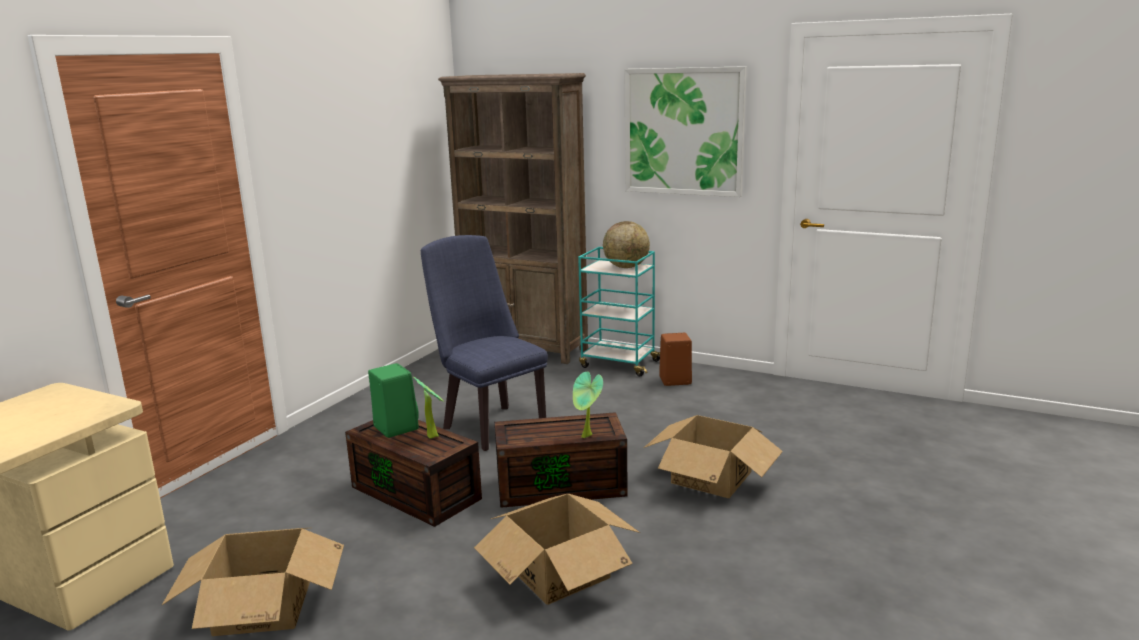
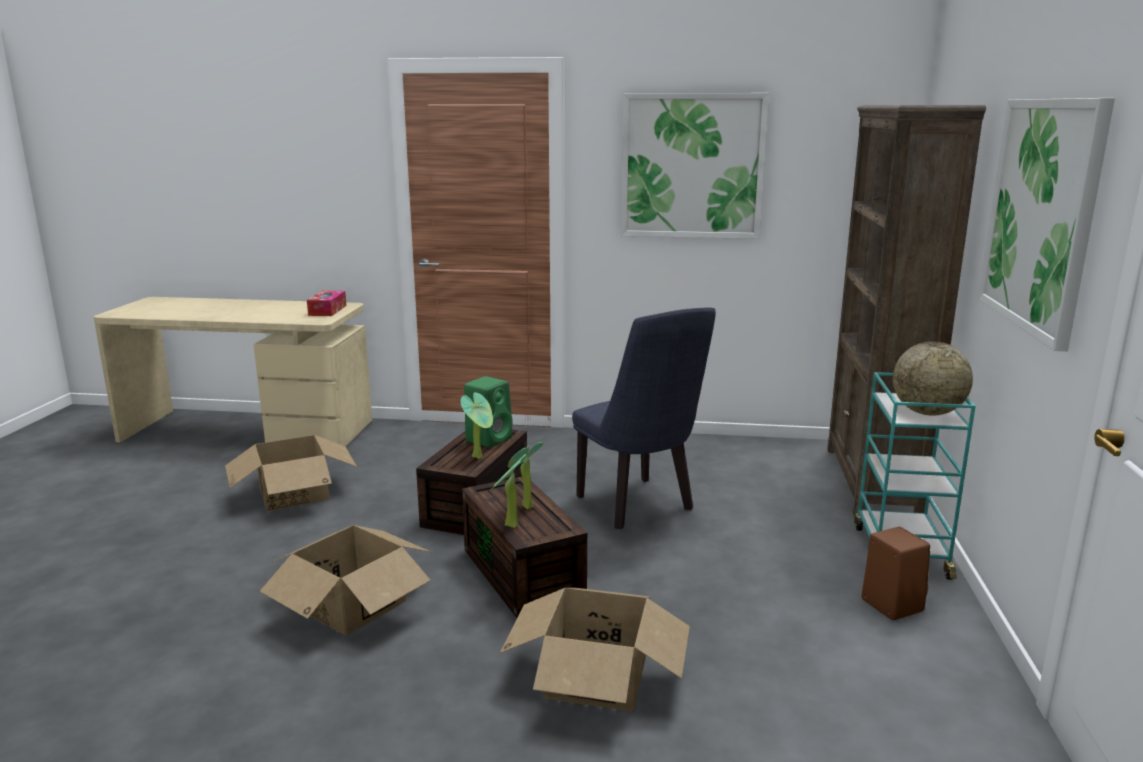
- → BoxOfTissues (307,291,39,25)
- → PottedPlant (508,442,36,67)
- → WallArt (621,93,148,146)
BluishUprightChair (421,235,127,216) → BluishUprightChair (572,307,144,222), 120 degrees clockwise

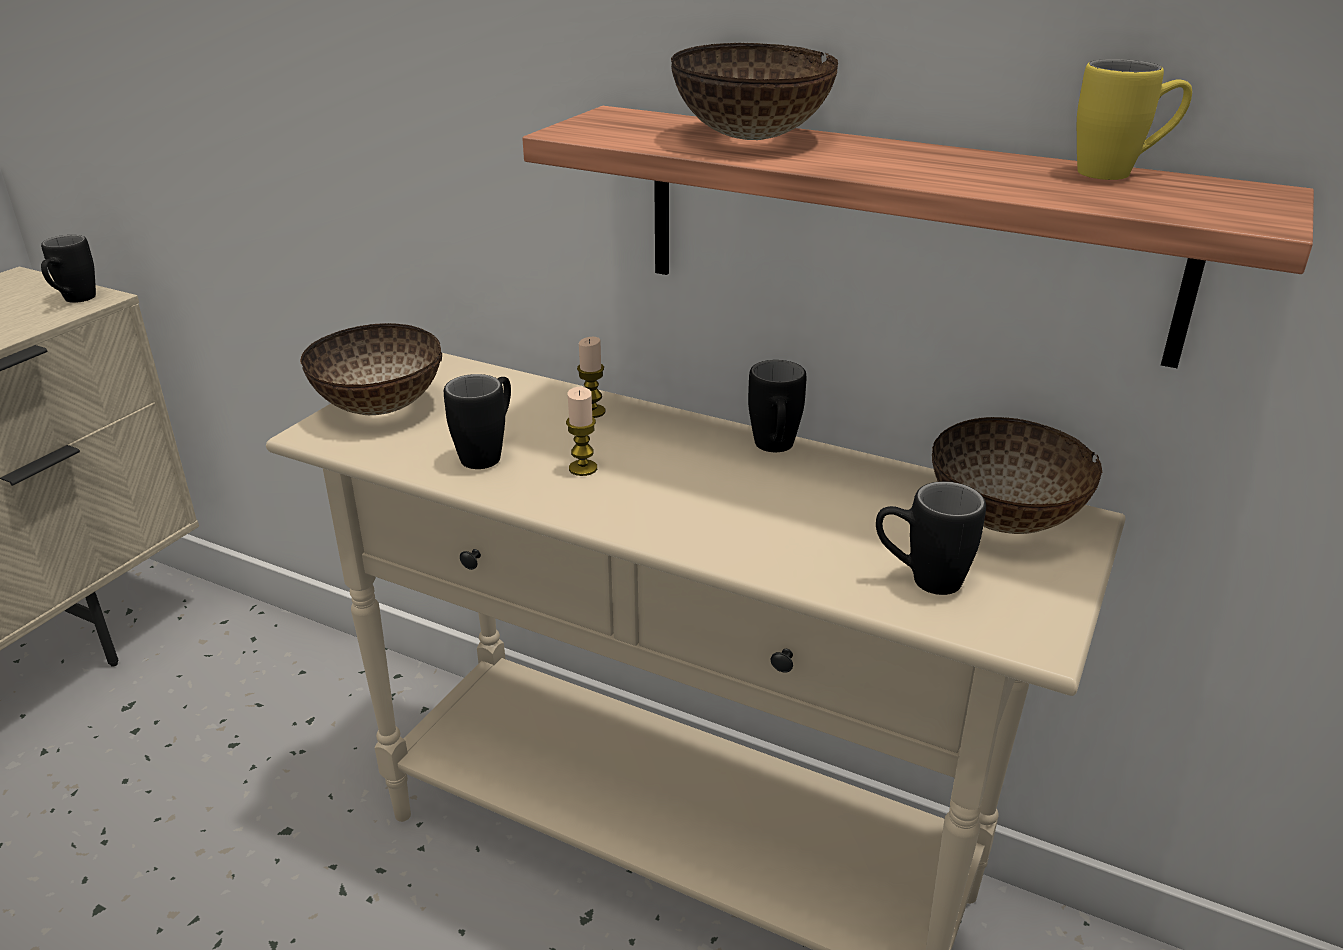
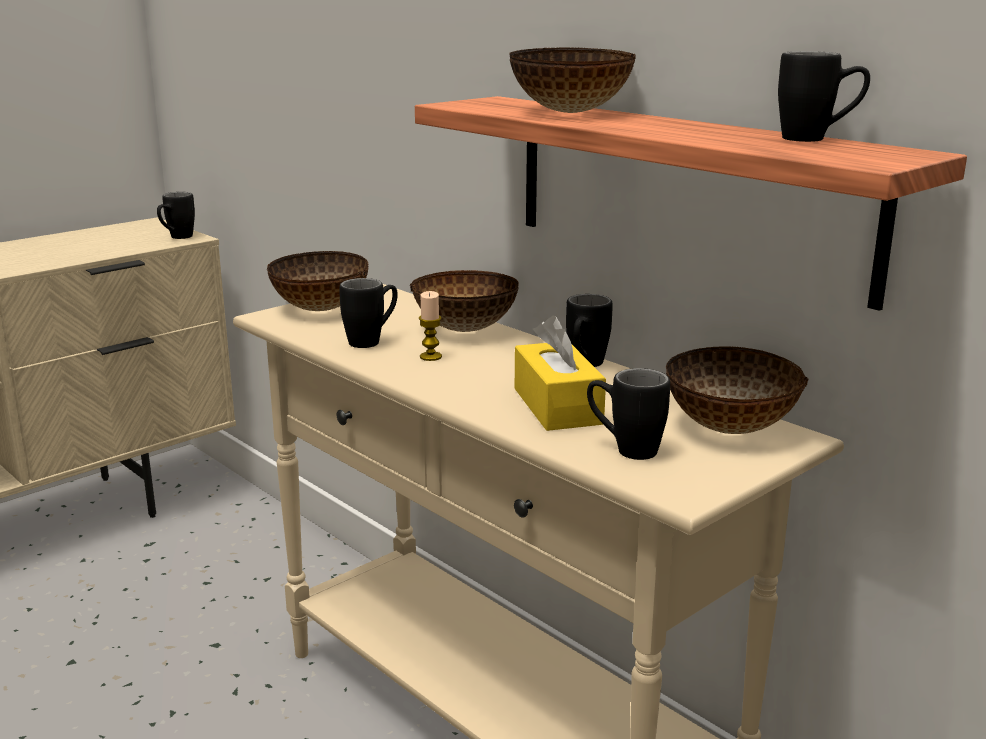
- → YellowColouredBoxOfTissues (515,316,91,115)
Candle (577,337,29,81) → Bowl (409,270,110,62)
YellowColouredCoffeeMug (1077,59,115,121) → BlackCoffeeMug (778,51,92,91)

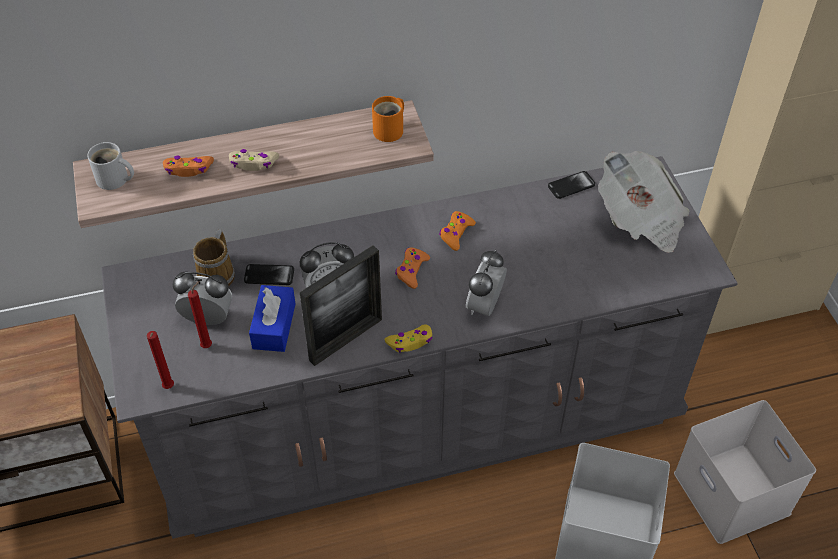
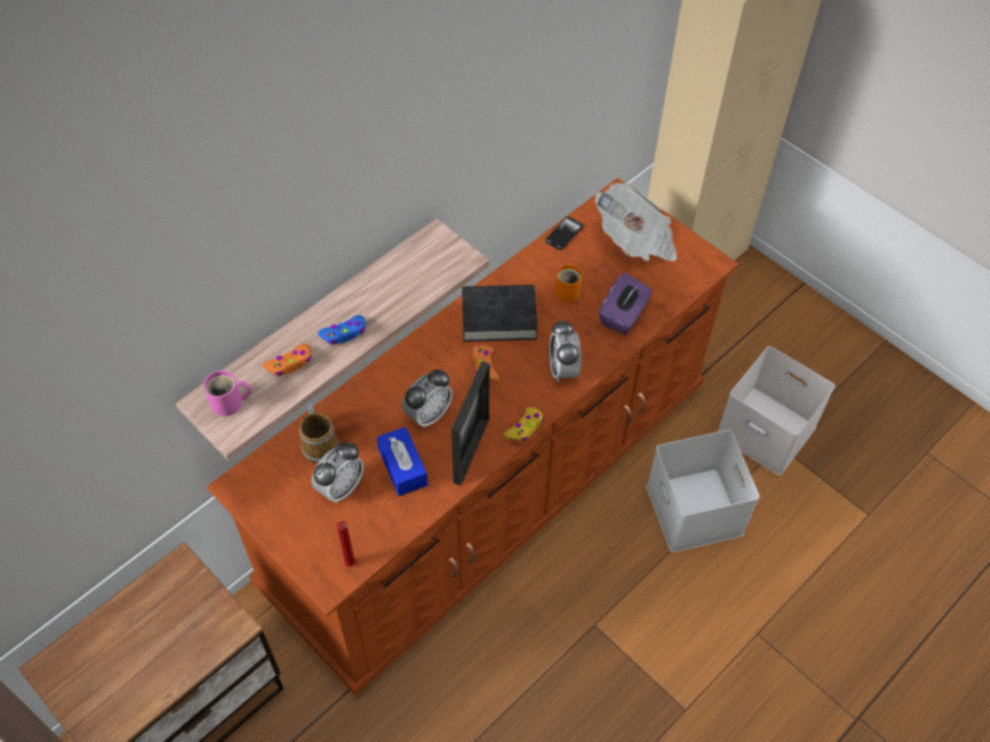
RedCandle (188,281,24,67) → -
Phone (244,264,50,21) → -
- → PurpleColouredBoxOfTissues (599,273,53,62)
OrangeyCoffeeMug (372,96,32,46) → OrangeyCoffeeMug (555,263,27,39), moved
OrangeyGameController (439,211,37,40) → BlackBoundBook (462,285,76,57)
WhiteCoffeeMug (87,142,47,48) → PinkColouredCoffeeMug (204,371,47,45)
GreyishChestOfDrawers (101,156,637,383) → BrownishChestOfDrawers (207,178,532,517)
SandColouredGameController (229,149,50,22) → BluishGameController (318,315,48,30)
AlarmClock (173,271,59,54) → AlarmClock (311,442,53,61), 150 degrees clockwise

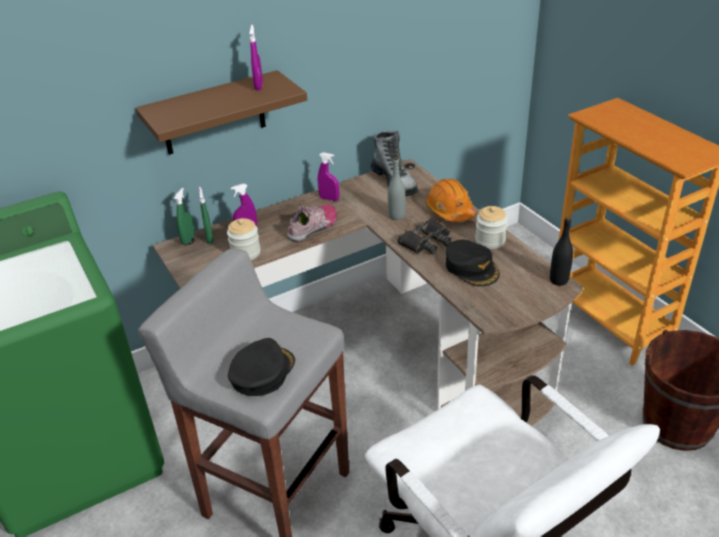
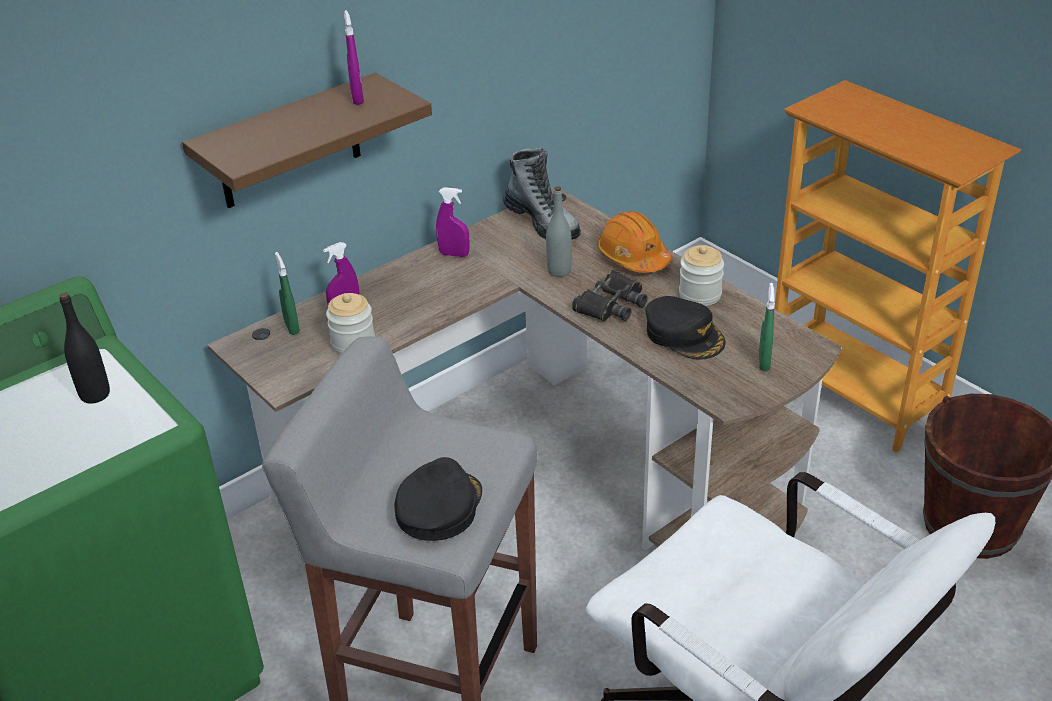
ItemOfFootwear (287,204,50,37) → -
GreenHandSprayer (174,188,21,57) → GreenHandSprayer (759,283,16,88), moved
BlackBeverageBottle (550,217,23,69) → BlackBeverageBottle (60,293,50,110), moved

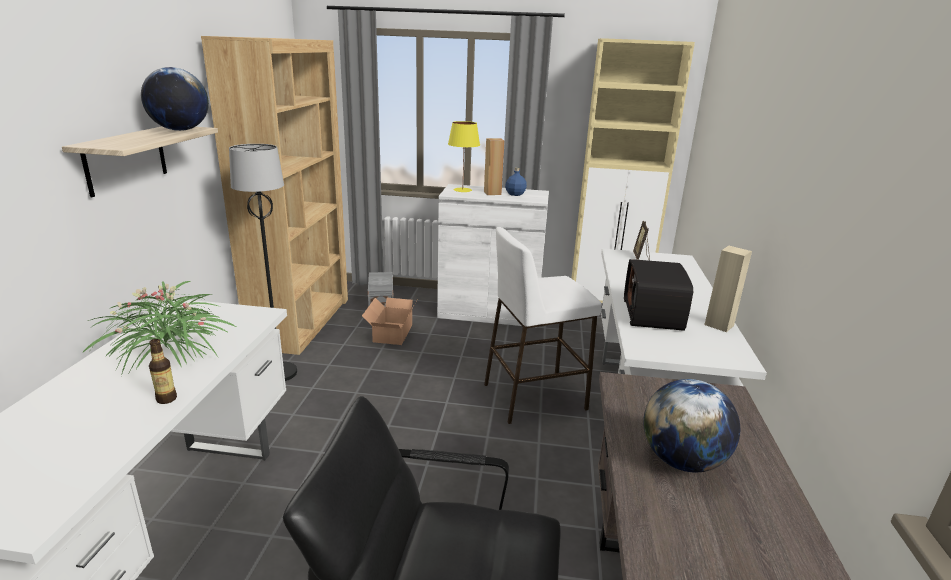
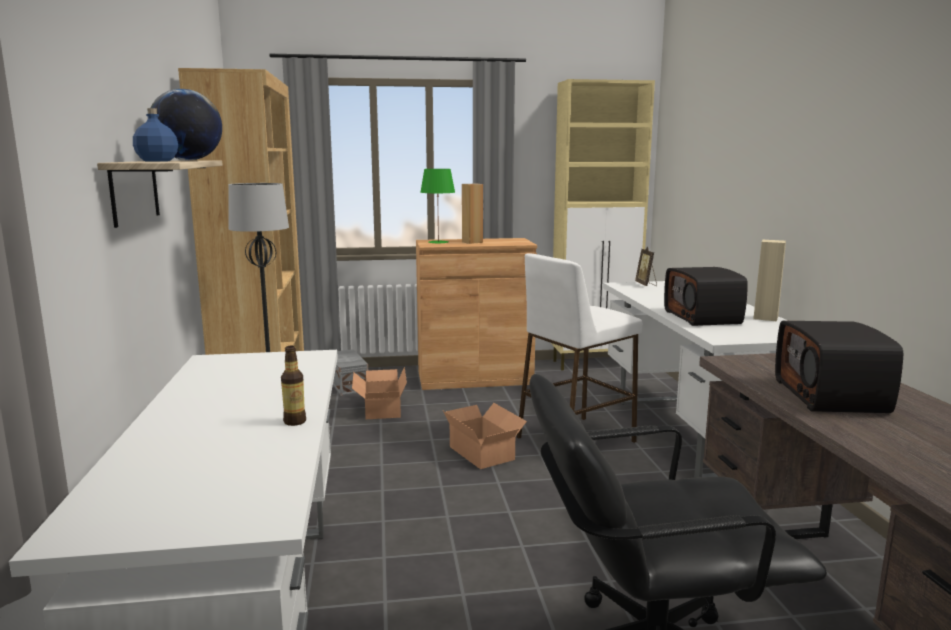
PottedPlant (82,281,154,95) → -
- → PackingBox (443,403,84,66)
BluishBeverageBottle (505,168,22,28) → BluishBeverageBottle (133,108,45,54), moved
WorldGlobe (643,379,97,93) → Radio (775,321,128,92)
WhiteCabinet (437,184,112,142) → BrownishCabinet (416,238,121,152)
YellowColouredTabletopLamp (448,121,32,71) → GreenTabletopLamp (420,169,35,75)

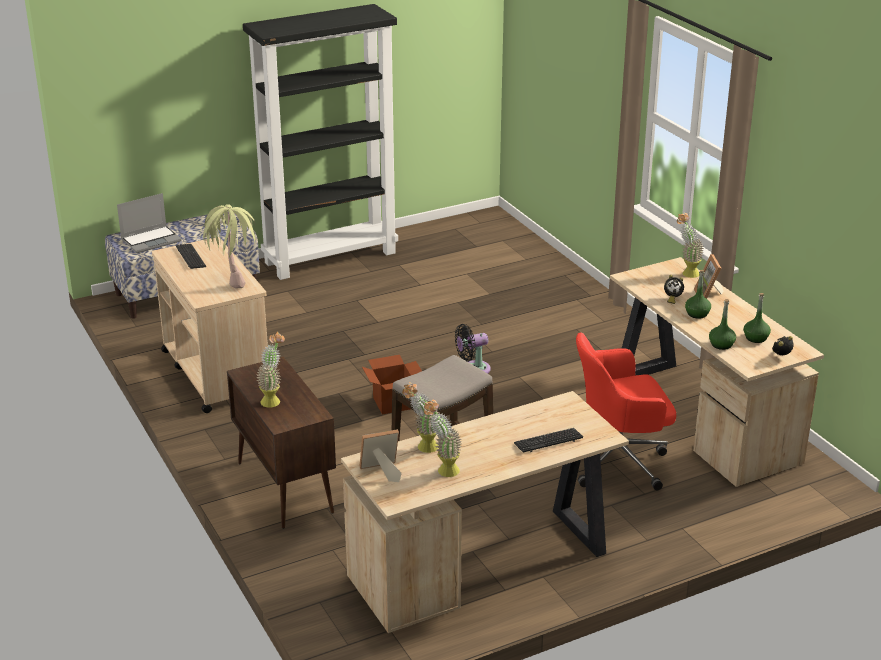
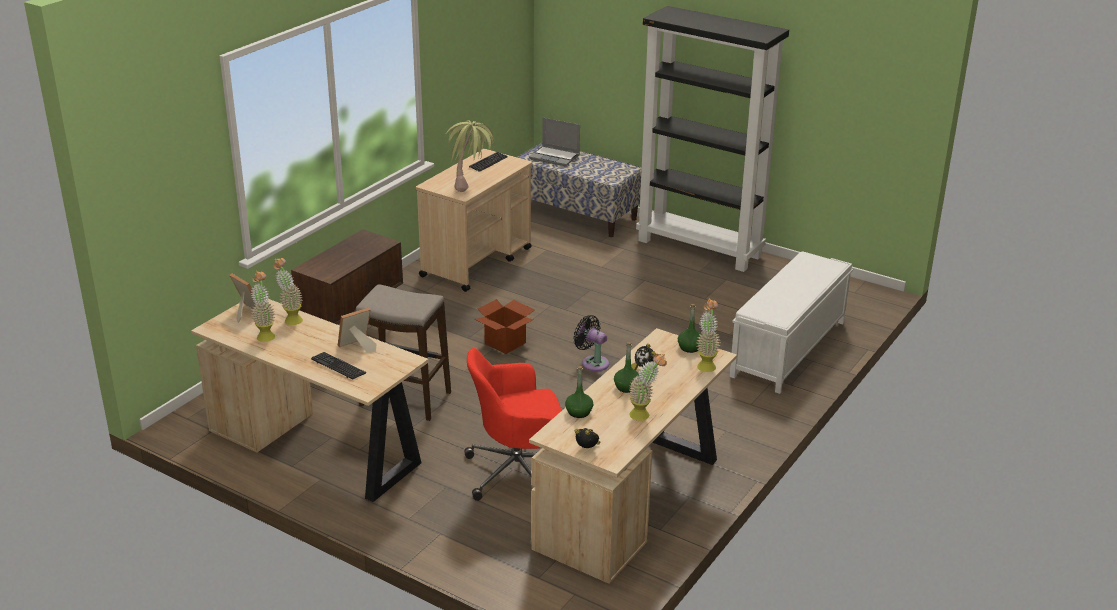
- → WhiteBench (729,251,124,143)
PottedPlant (256,332,29,76) → PottedPlant (629,354,38,67), moved
StandingFrame (694,254,29,45) → StandingFrame (338,307,39,45), moved
GreenBeverageBottle (743,293,28,50) → GreenBeverageBottle (678,304,24,49), moved
RedComputerChair (576,333,100,157) → RedComputerChair (464,348,98,153), 60 degrees counterclockwise

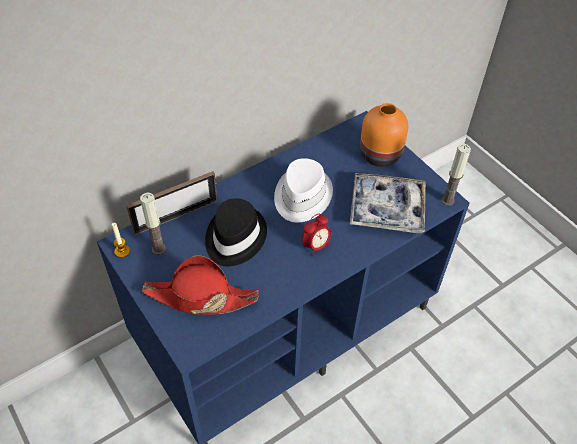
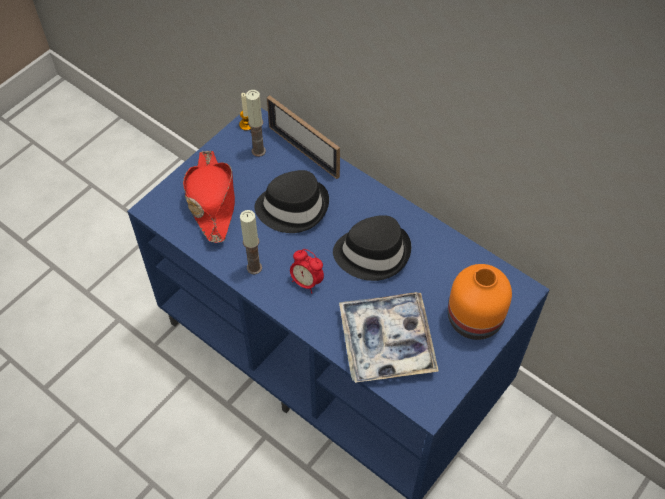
Candle (442,144,29,62) → Candle (240,210,22,64), moved
WhiteClothingHat (274,158,59,64) → BlackClothingHat (333,215,78,66)

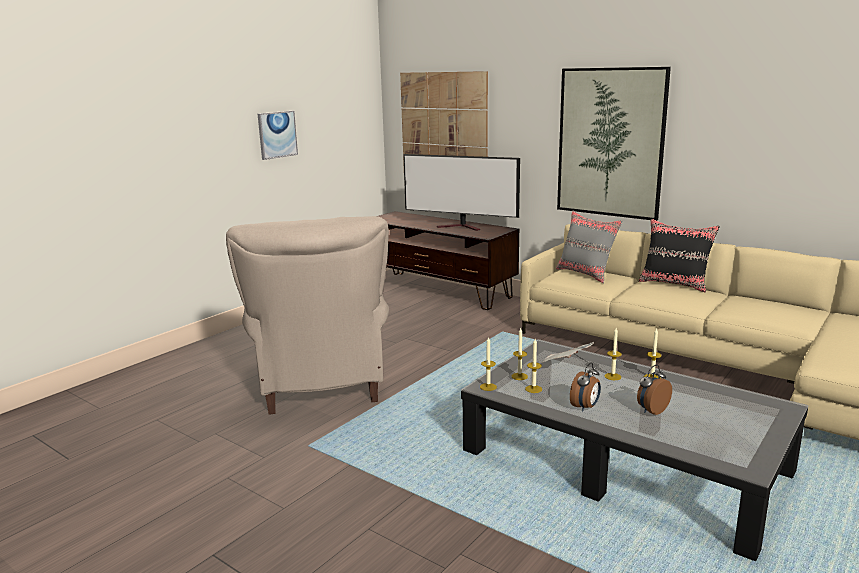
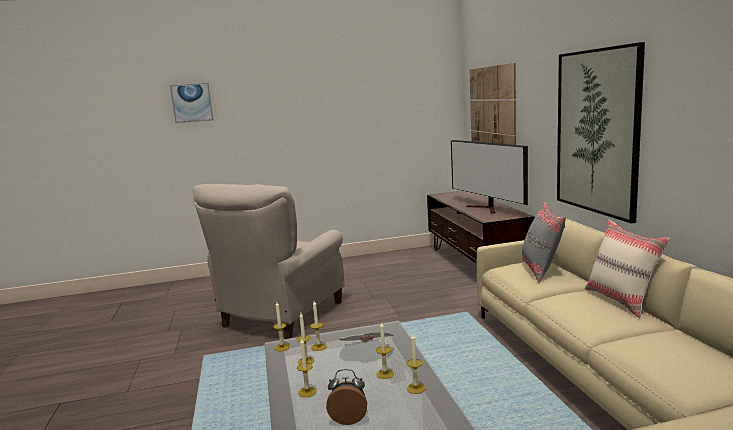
WallArt (258,111,40,49) → WallArt (170,83,43,40), moved
AlarmClock (570,363,31,49) → Candle (297,339,20,58)
BlackThrowPillow (639,219,81,74) → SandColouredThrowPillow (585,220,85,98)

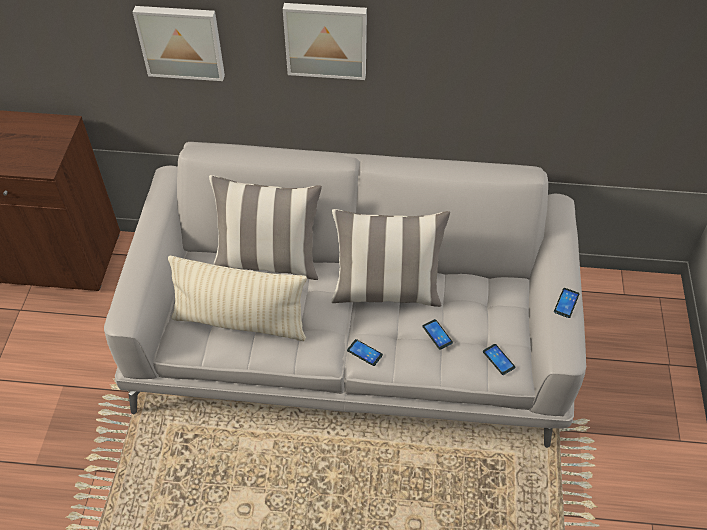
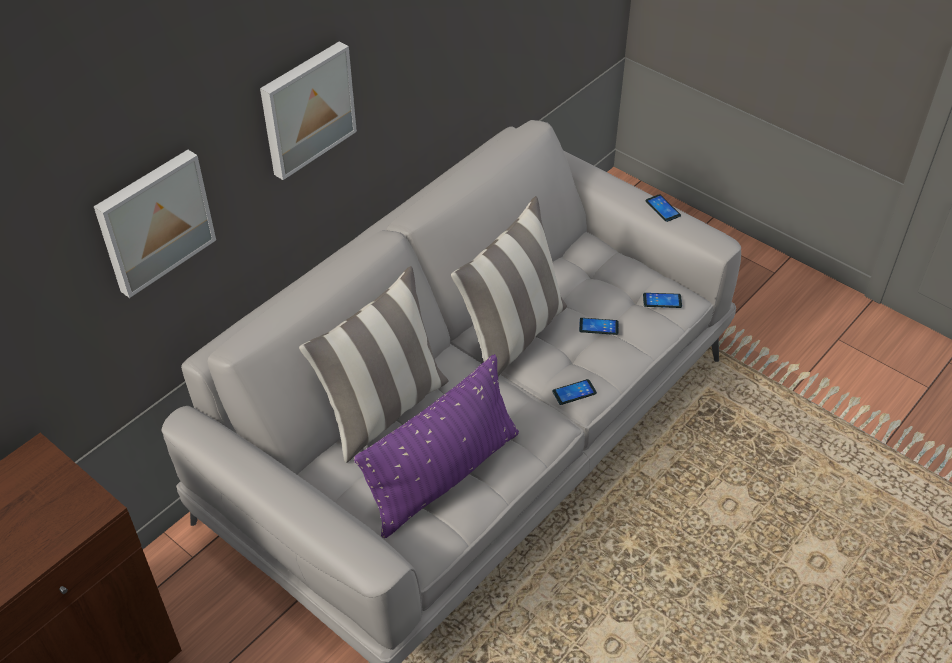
SandColouredThrowPillow (168,256,139,85) → PurpleColouredThrowPillow (354,354,165,184)

